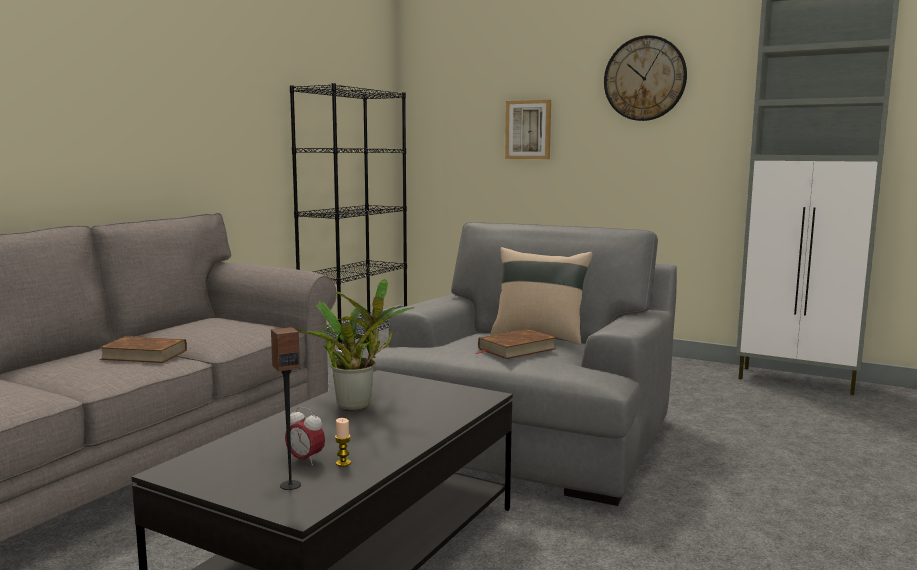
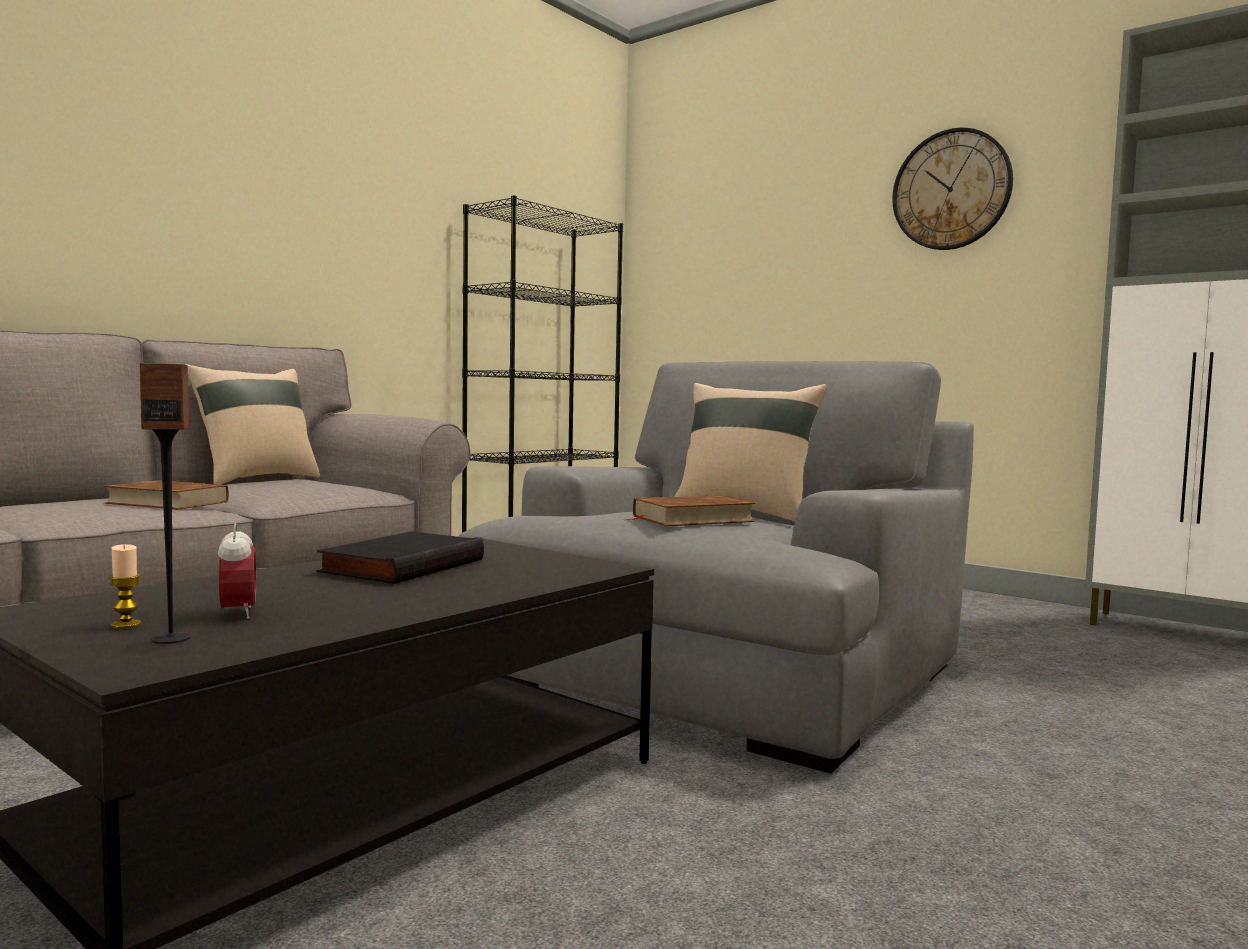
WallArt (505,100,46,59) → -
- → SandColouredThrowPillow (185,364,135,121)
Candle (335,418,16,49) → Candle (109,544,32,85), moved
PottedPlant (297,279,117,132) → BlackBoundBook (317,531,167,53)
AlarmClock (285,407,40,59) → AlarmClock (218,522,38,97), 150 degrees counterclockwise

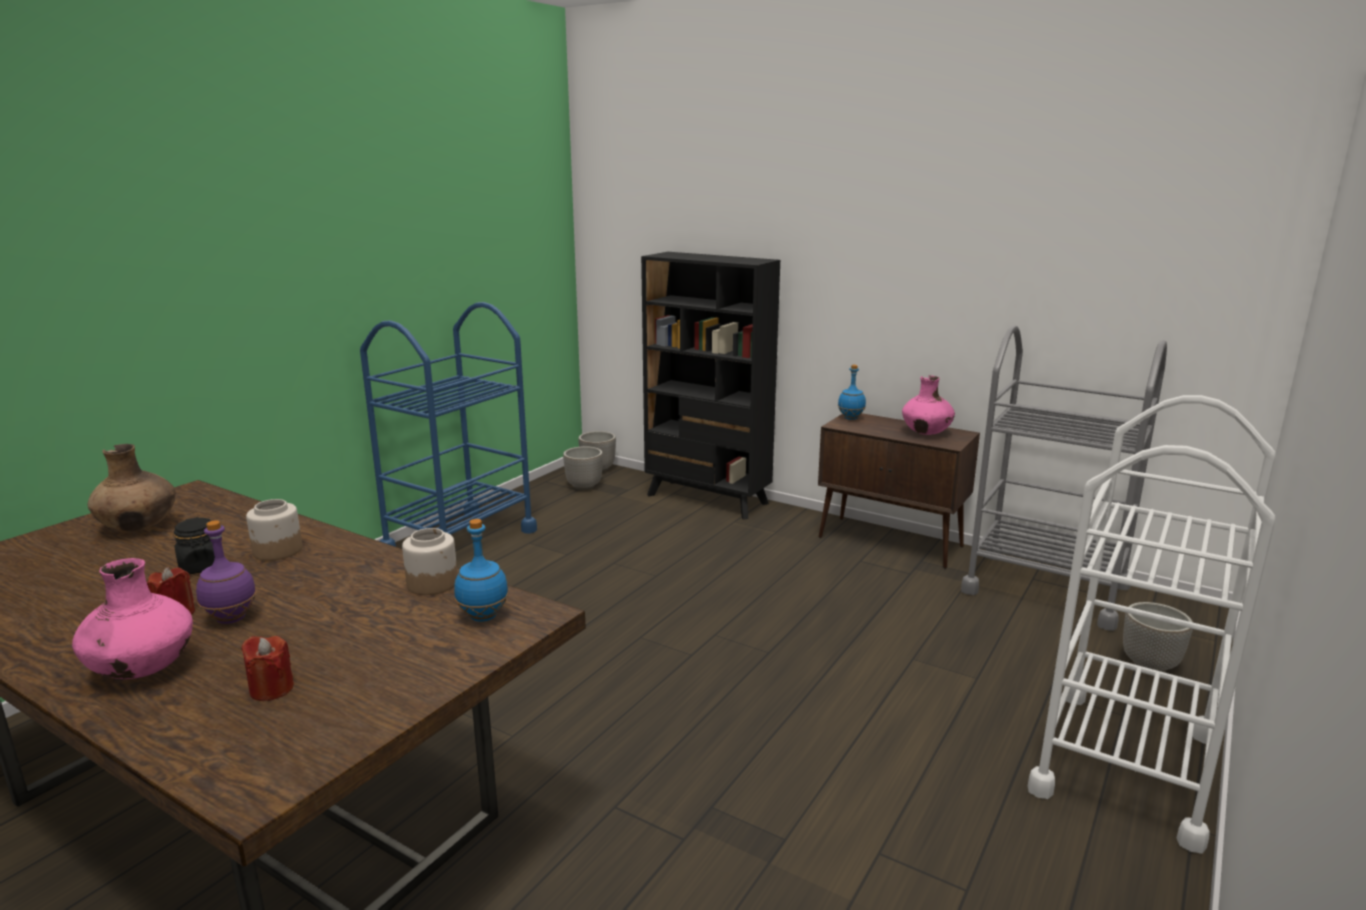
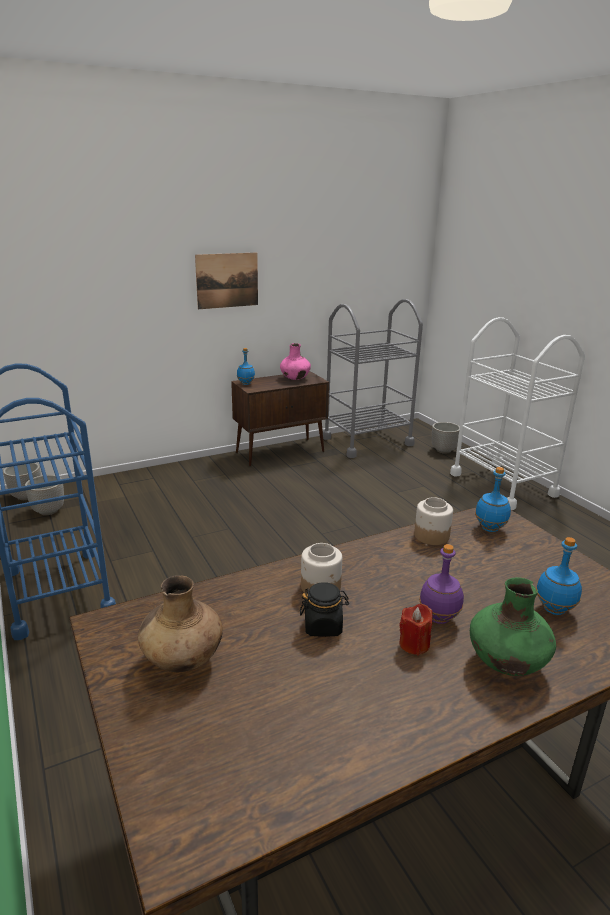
BlackShelvingUnit (641,252,139,268) → -
- → WallArt (195,252,63,57)
RedCandle (241,636,53,65) → BluishBeverageBottle (536,537,46,78)
PinkColouredVase (72,558,121,121) → GreenVase (470,577,86,99)

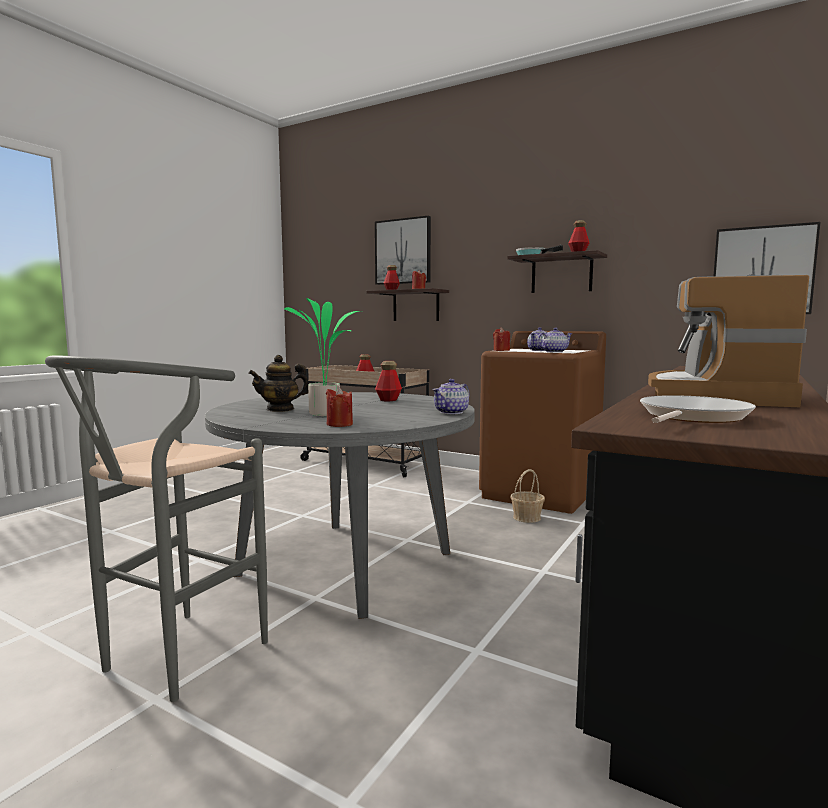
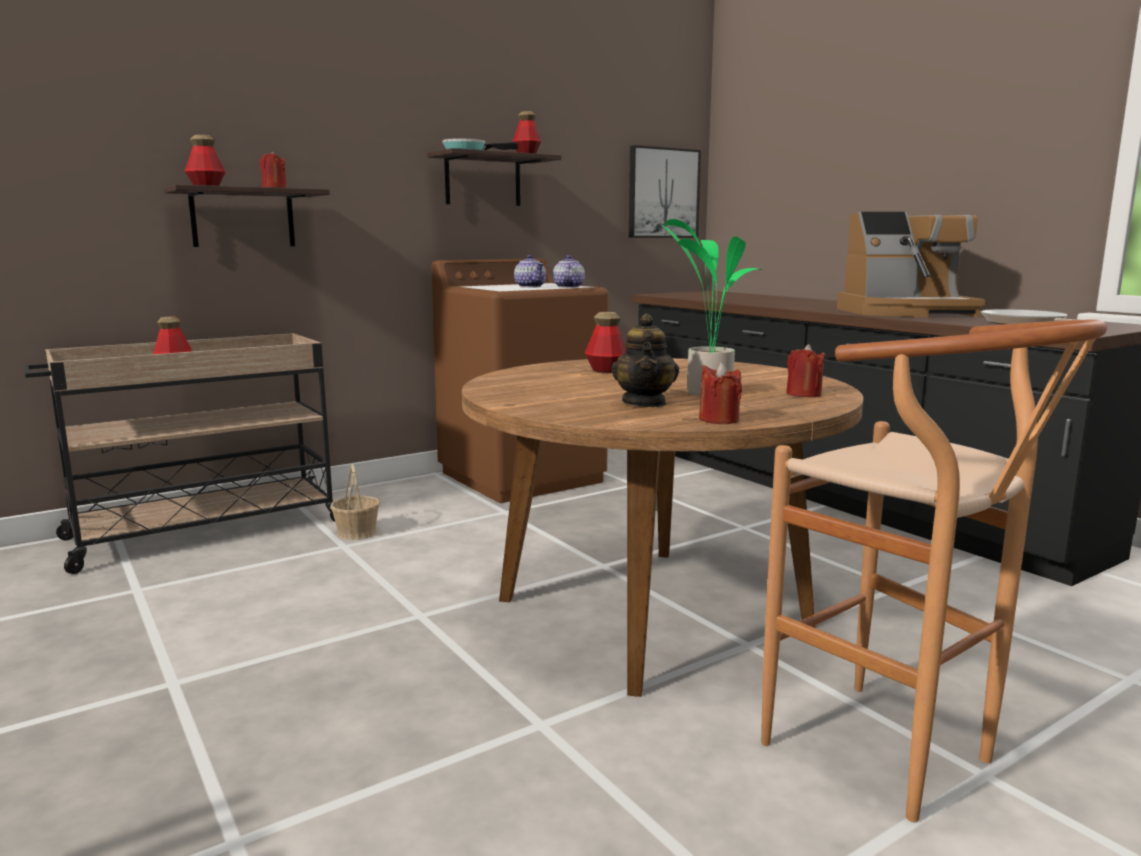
WallArt (375,216,56,69) → -
TeaPot (432,379,37,35) → -
RedCandle (493,327,17,24) → RedCandle (699,362,43,62), moved
Basket (510,469,35,54) → Basket (330,464,50,76), moved
GreyishStoolSeat (45,355,223,347) → BrownishStoolSeat (761,320,346,502)
GreyishDinnerTable (205,392,270,227) → BrownishDinnerTable (462,358,401,339)
CoffeeMaker (648,274,161,133) → CoffeeMaker (837,212,148,105), 45 degrees counterclockwise

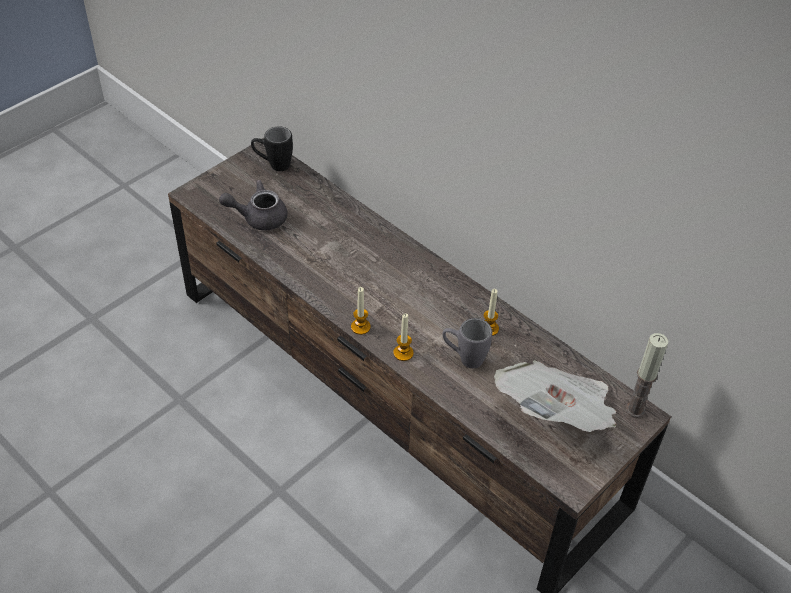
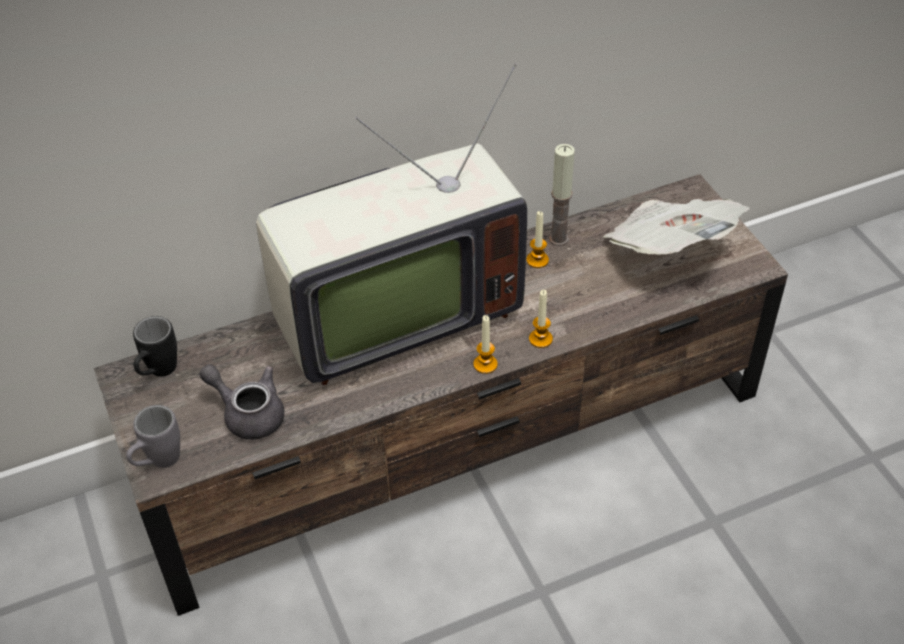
- → TvSet (256,63,271,322)
GreyishCoffeeMug (442,318,50,50) → GreyishCoffeeMug (126,405,54,63), moved
Candle (626,333,42,85) → Candle (549,144,26,102), moved
GreyishTeaPot (219,180,69,50) → GreyishTeaPot (199,364,85,76), 105 degrees clockwise

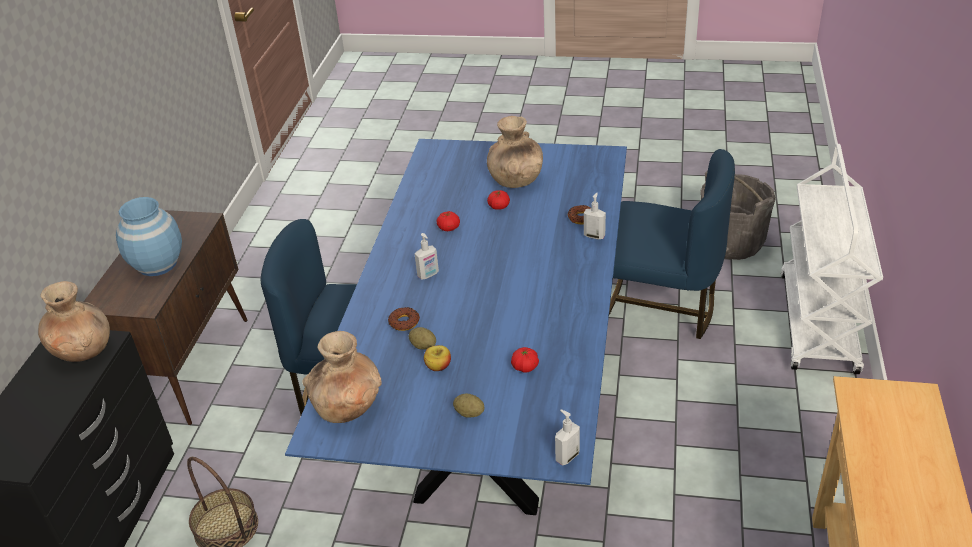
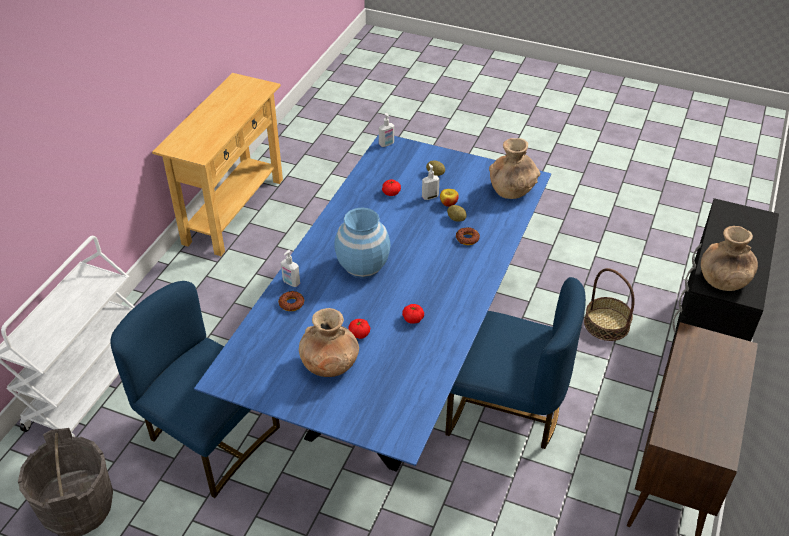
BluishVase (116,197,66,79) → BluishVase (334,207,56,72), moved
SoapBottle (415,233,24,47) → SoapBottle (422,163,17,37), moved

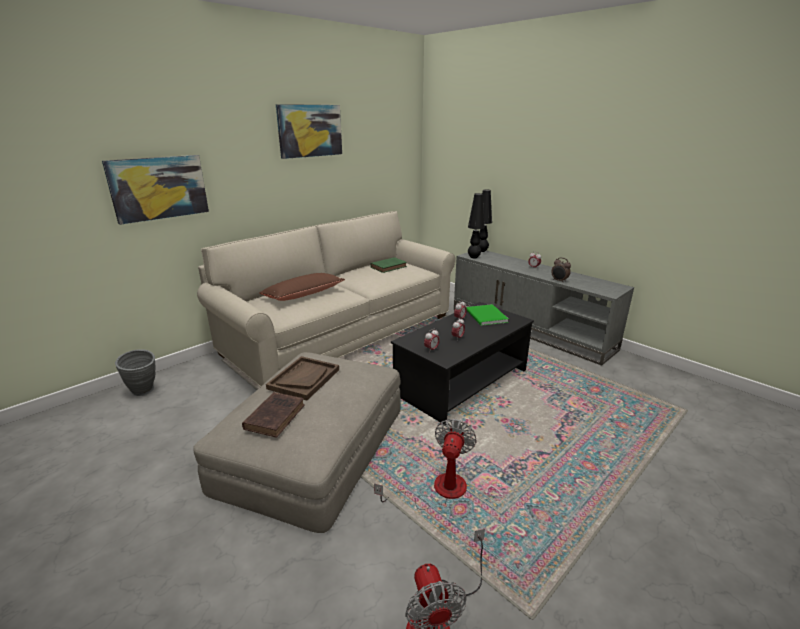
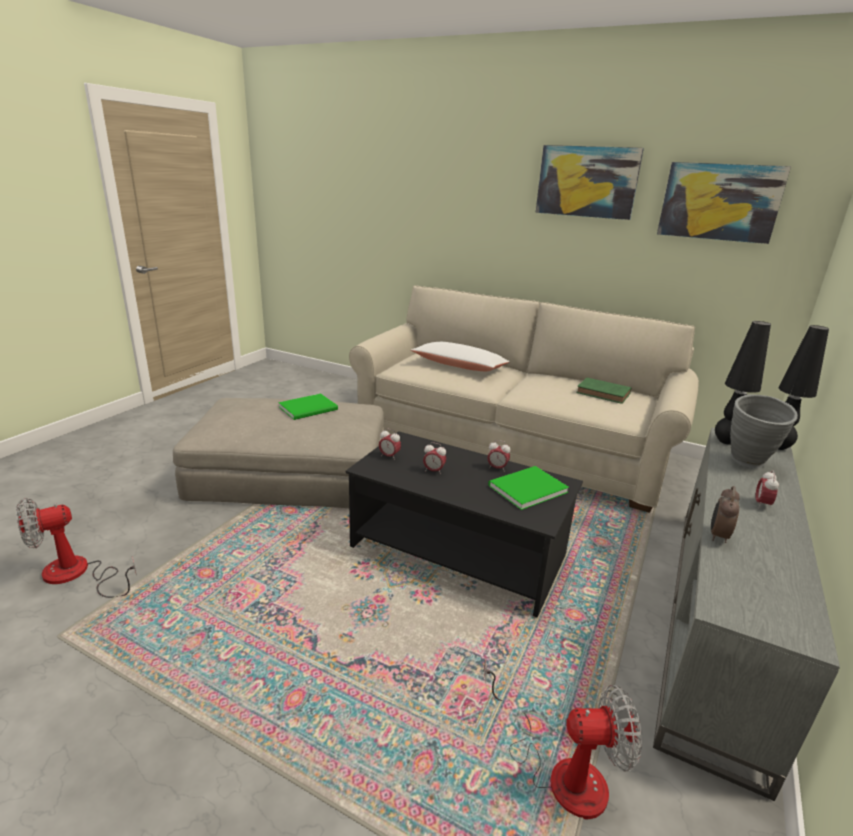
BrownishBoundBook (242,392,63,46) → -
WallArt (102,155,107,70) → WallArt (657,162,134,82), moved
GreyishVase (115,350,41,46) → GreyishVase (730,394,68,74), moved
CoolingFan (374,419,103,91) → CoolingFan (484,658,158,161), moved
BrownishCarryingTray (266,356,73,44) → GreenBoundBook (278,394,60,26)
BrownishThrowPillow (259,273,86,28) → WhiteThrowPillow (411,342,98,29)

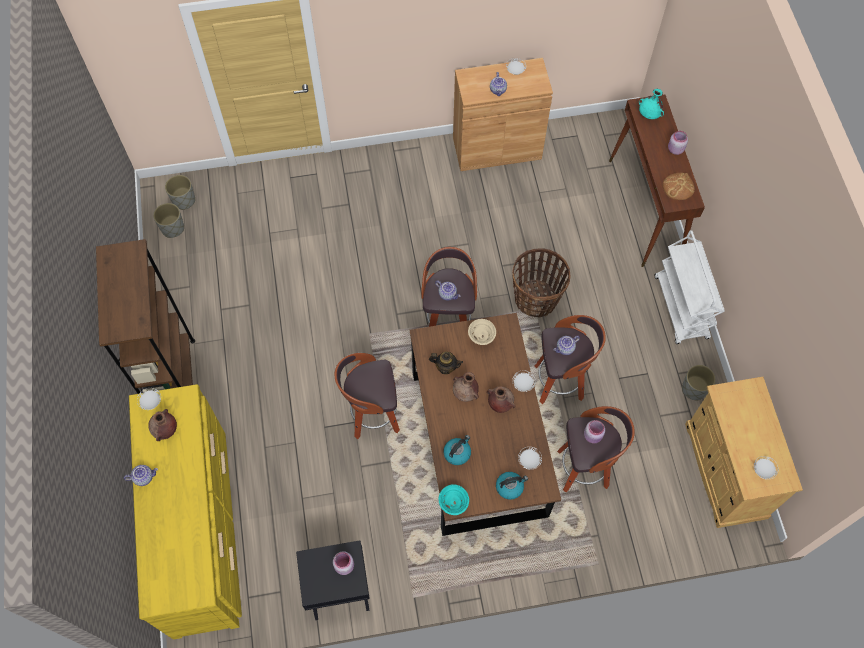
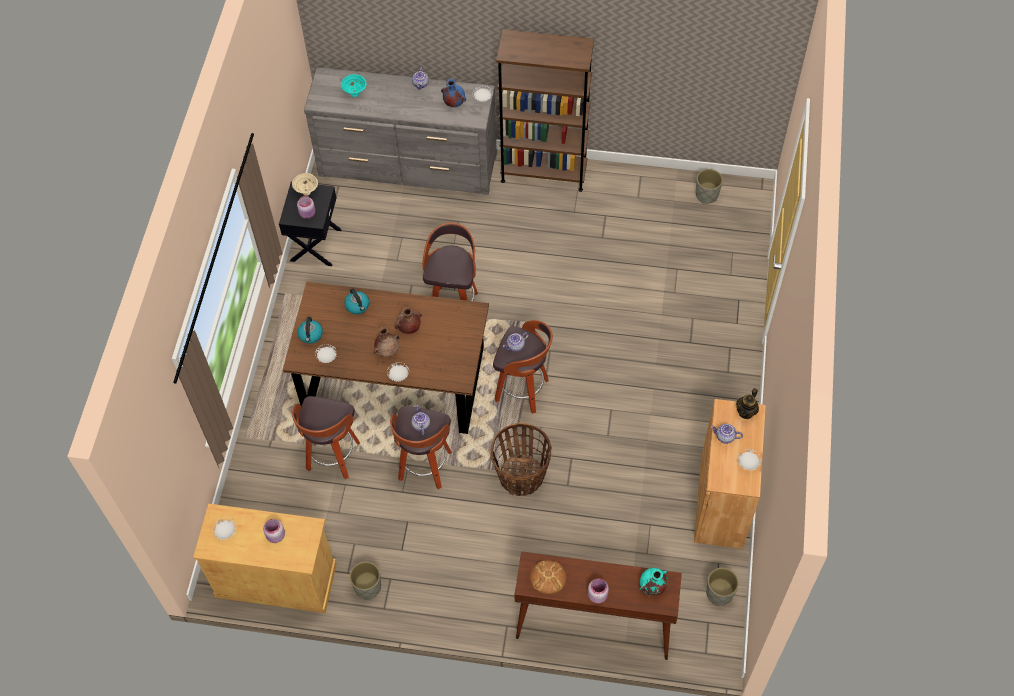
WhiteWheeledCart (655,230,70,114) → -
GreyishFlowerPot (165,175,30,35) → GreyishFlowerPot (706,568,33,38), moved
TeaPot (429,352,34,22) → TeaPot (736,388,23,31), moved
BlueGreenBowl (439,485,30,30) → BlueGreenBowl (341,74,26,23), moved
SandColouredBowl (468,319,28,26) → SandColouredBowl (292,173,26,23), moved
PinkColouredStorageJar (584,420,21,23) → PinkColouredStorageJar (263,519,22,24), moved
YellowColouredChestOfDrawers (129,384,113,256) → GreyishChestOfDrawers (304,67,193,128)
BrownishVase (148,409,29,32) → BluishVase (441,79,25,28)

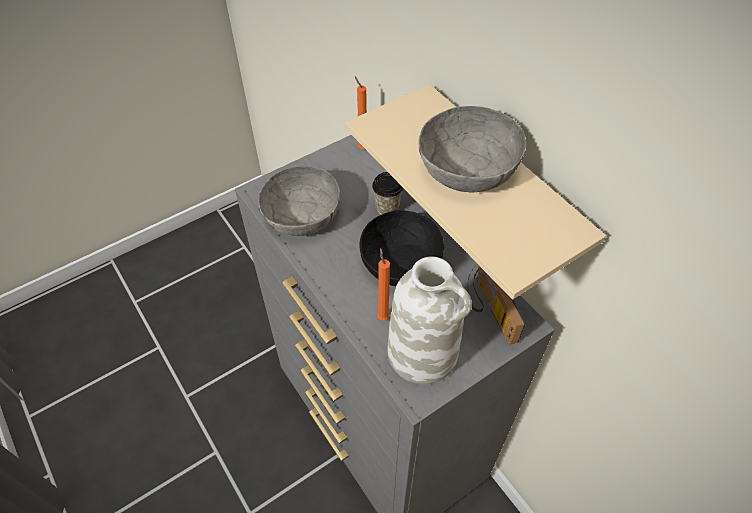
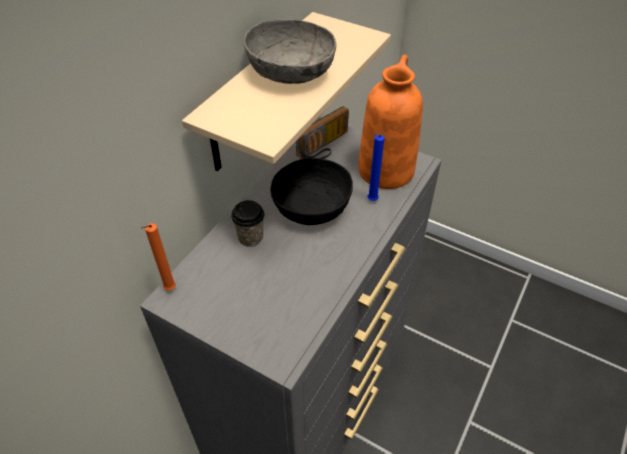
GreyishBowl (258,166,82,70) → -
OrangeyCandle (377,248,13,73) → BluishCandle (367,133,18,68)
WhiteVase (387,256,85,128) → OrangeyVase (358,55,65,134)

